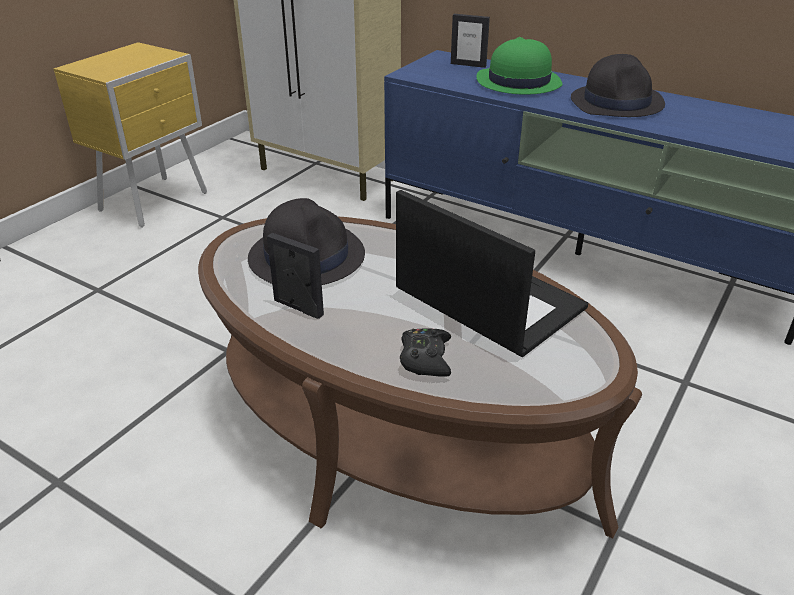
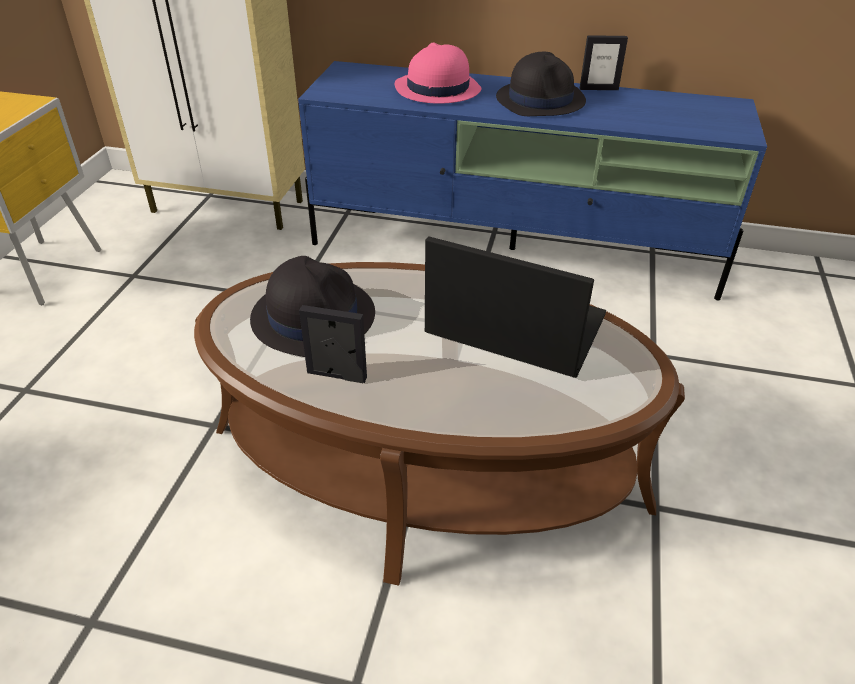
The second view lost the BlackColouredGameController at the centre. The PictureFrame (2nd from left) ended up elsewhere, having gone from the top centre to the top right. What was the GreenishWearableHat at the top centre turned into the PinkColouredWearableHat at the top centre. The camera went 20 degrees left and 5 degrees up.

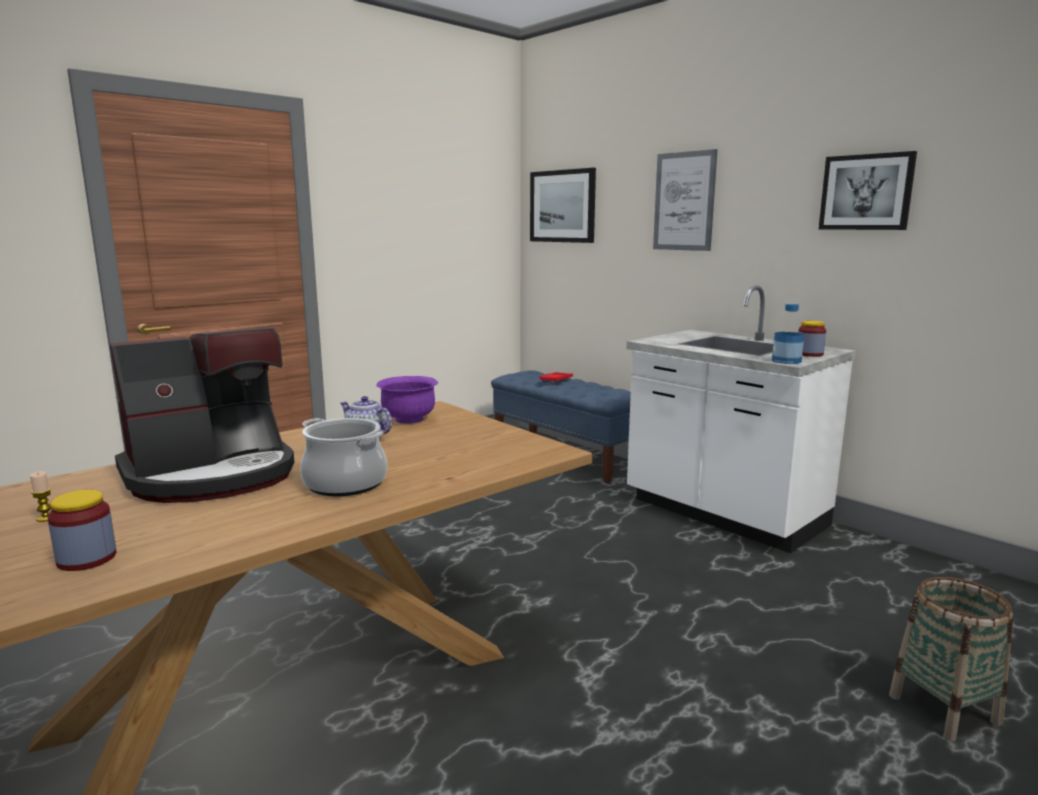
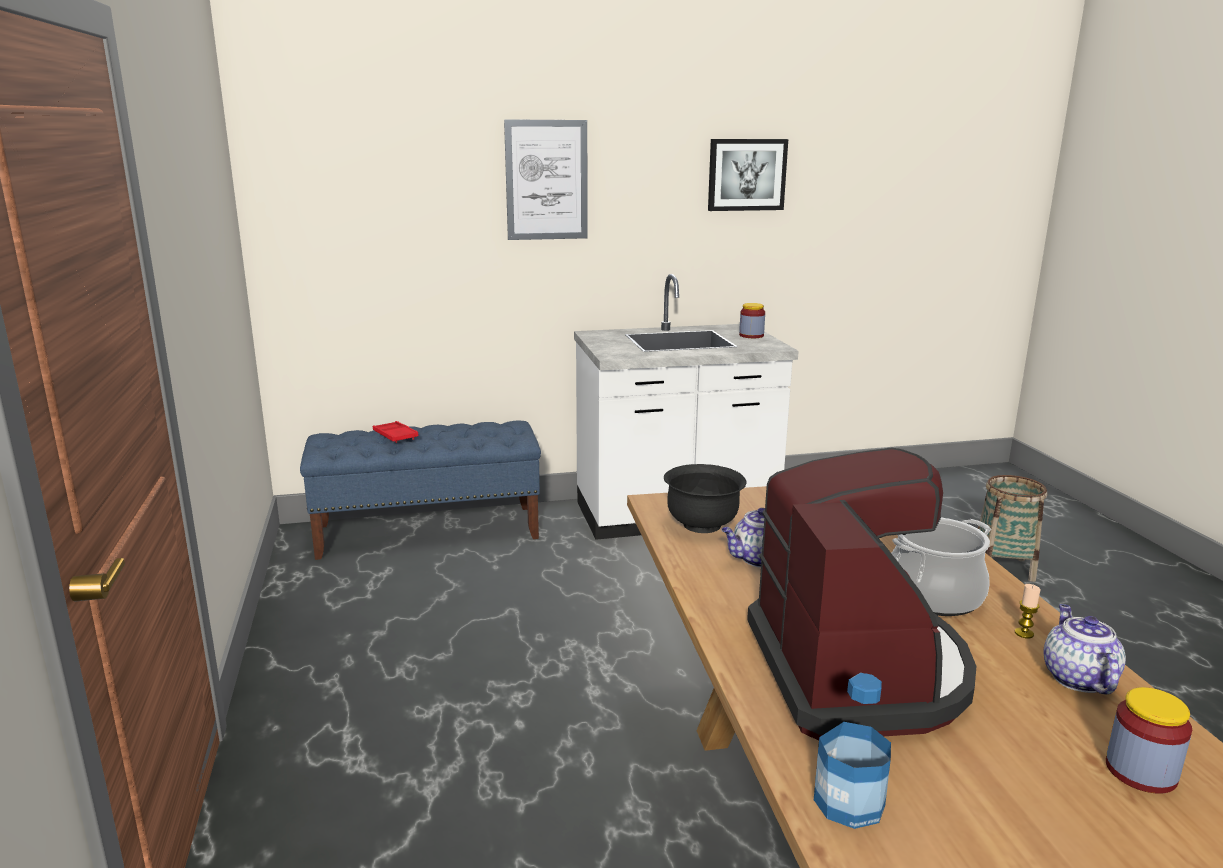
The WaxLight ended up elsewhere, having gone from the middle left to the bottom right. What was the PurplishDeepDish at the centre turned into the BlackColouredDeepDish at the centre. The second view lost the WallArt (1st from left) at the top centre. The Bottle ended up elsewhere, having gone from the middle right to the bottom right. The second view gained the PotForTea (2nd from left) at the bottom right. The camera went 60 degrees left and 5 degrees up.

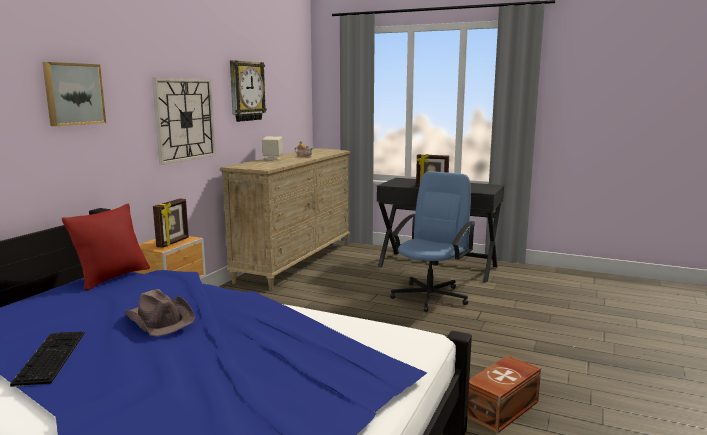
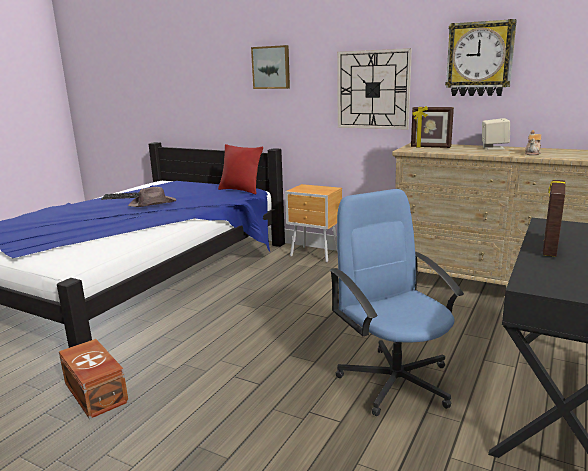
The PictureFrame (1st from left) ended up elsewhere, having gone from the middle left to the top right. The BlueOfficeChair at the centre ended up facing another way, 150 degrees counterclockwise from before. The camera went 95 degrees right and 5 degrees up.

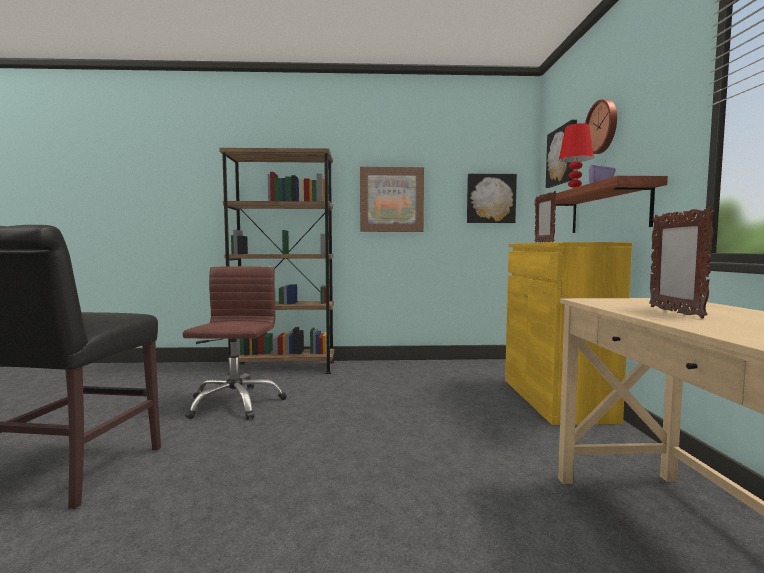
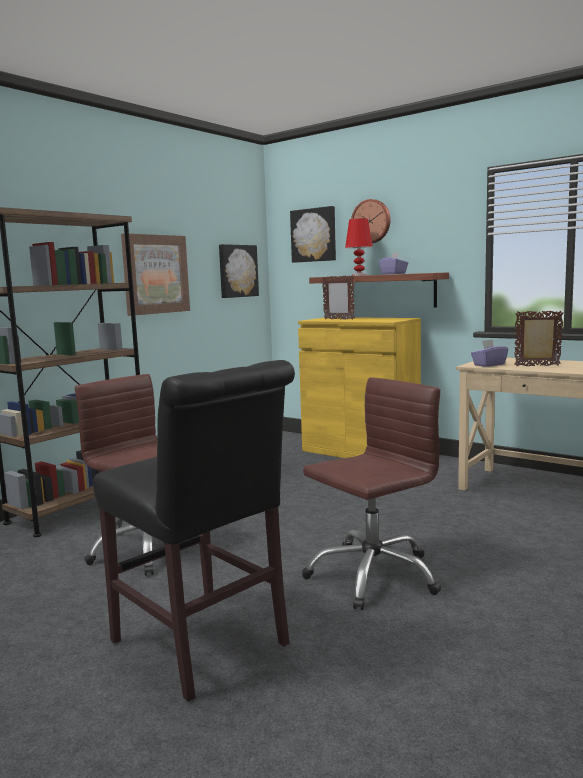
The PictureFrame (2nd from left) at the middle right ended up facing another way, 150 degrees clockwise from before. The second view gained the BrownOfficeChair (2nd from left) at the centre. The second view gained the PurplishTissueHolder (2nd from left) at the middle right. The camera went 50 degrees left and 5 degrees up.

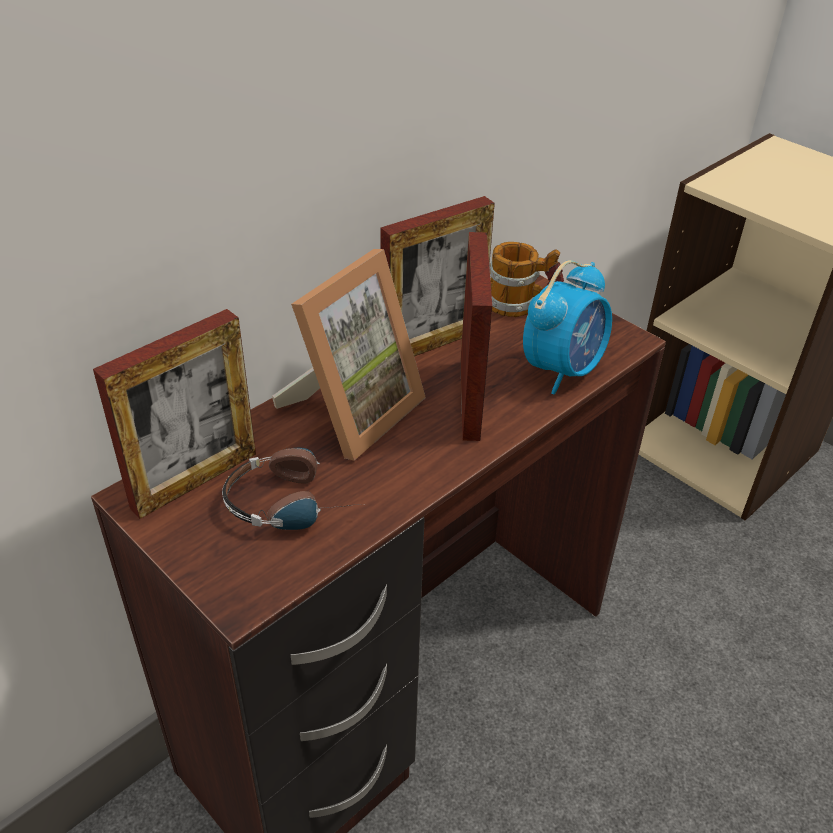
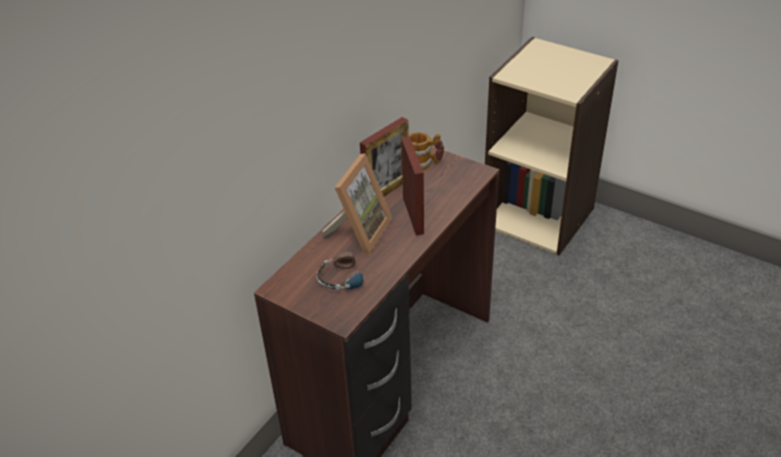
The second view lost the PictureFrame (1st from left) at the middle left. The second view lost the BedsideClock at the middle right. The camera went 10 degrees left and 0 degrees up.

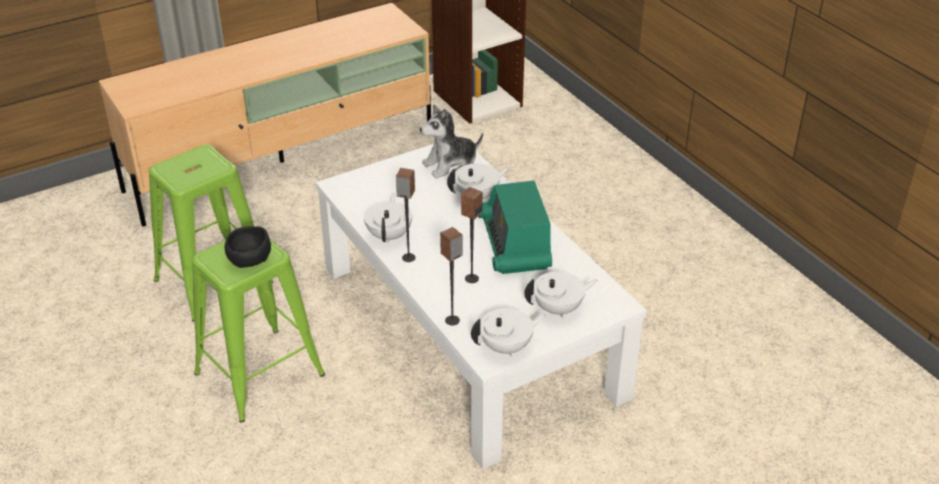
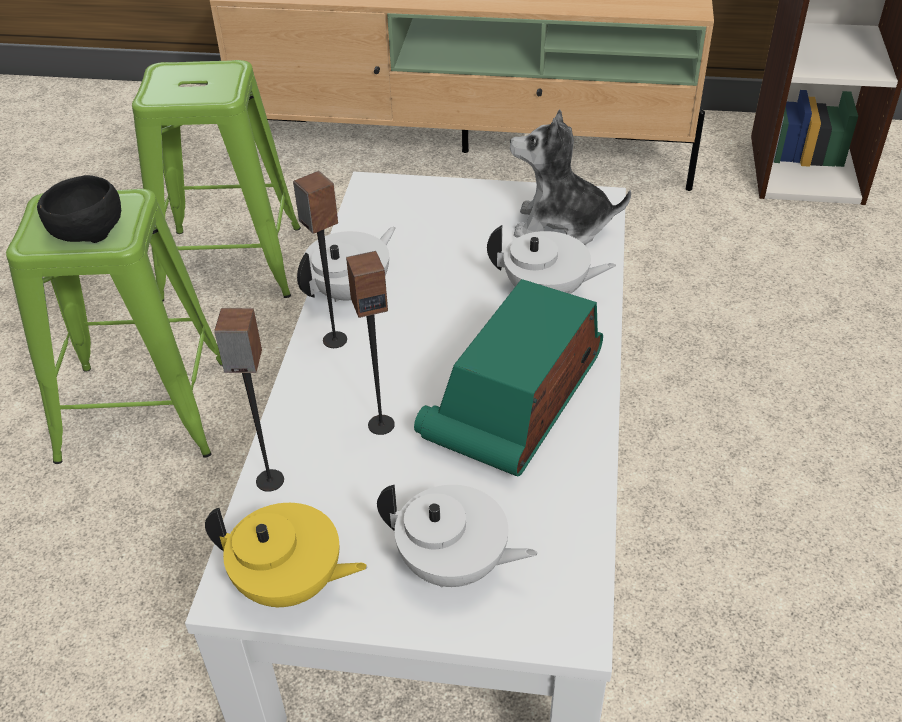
What was the WhiteColouredPotForTea (3rd from left) at the bottom centre turned into the YellowPotForTea at the bottom left. The camera went 40 degrees right and 5 degrees up.

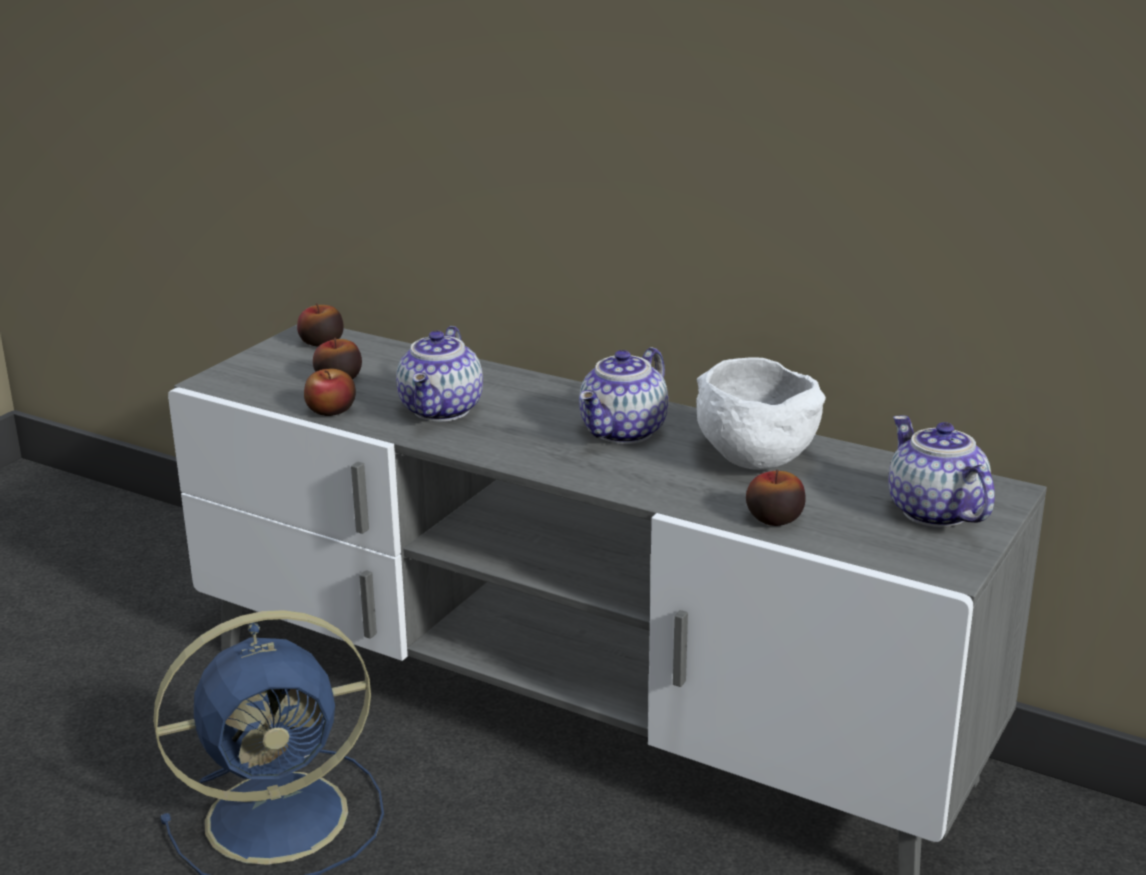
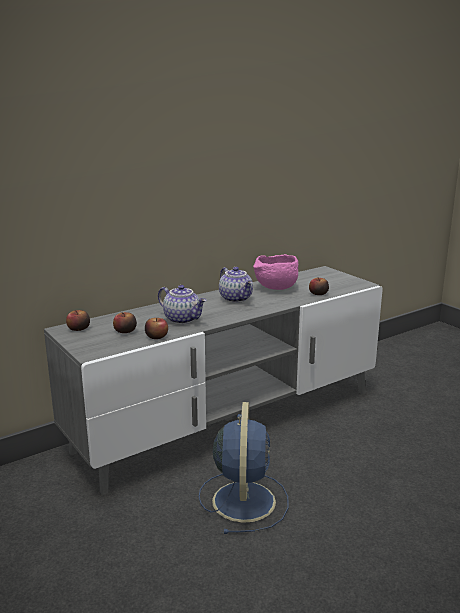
What was the WhiteColouredDeepDish at the centre turned into the PinkColouredDeepDish at the centre. The second view lost the PotForTea (3rd from left) at the middle right. The camera went 65 degrees left and 5 degrees down.

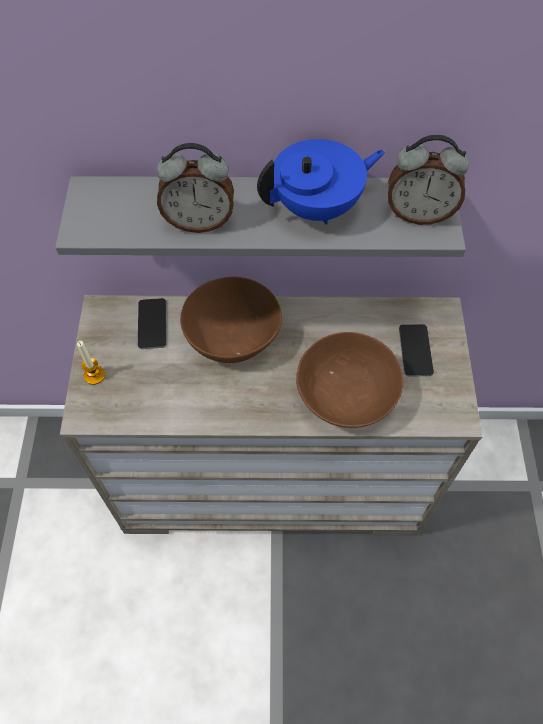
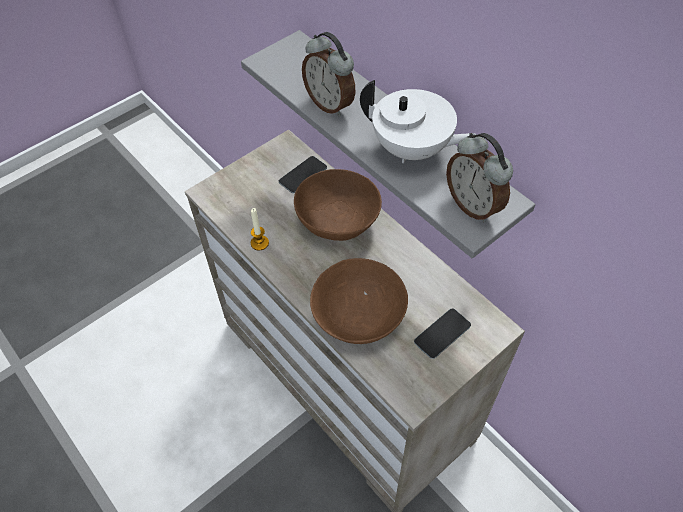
The WaxLight ended up elsewhere, having gone from the middle left to the centre. What was the BluePotForTea at the top centre turned into the WhiteColouredPotForTea at the top centre. The camera went 50 degrees right and 5 degrees down.

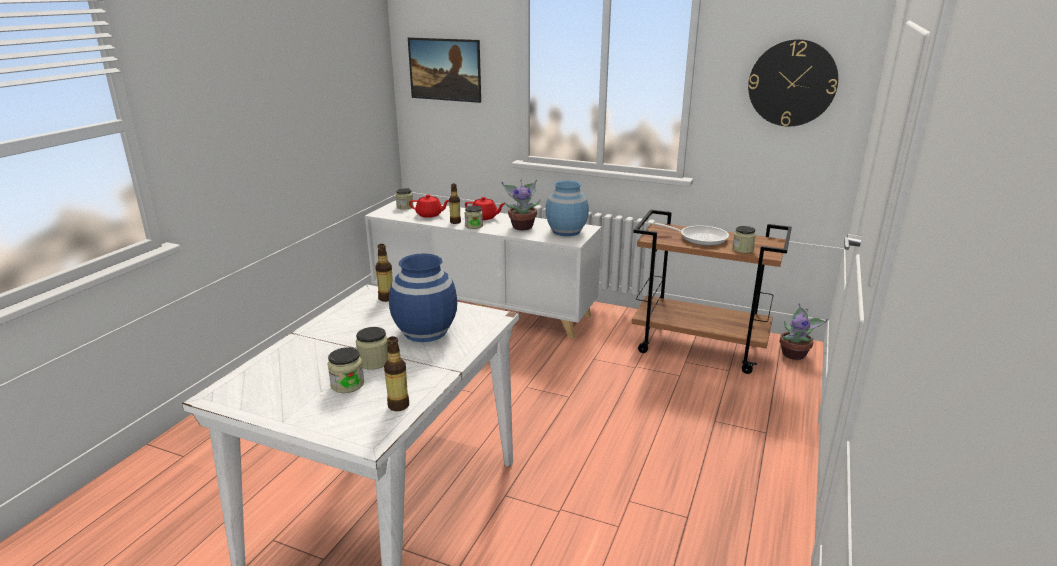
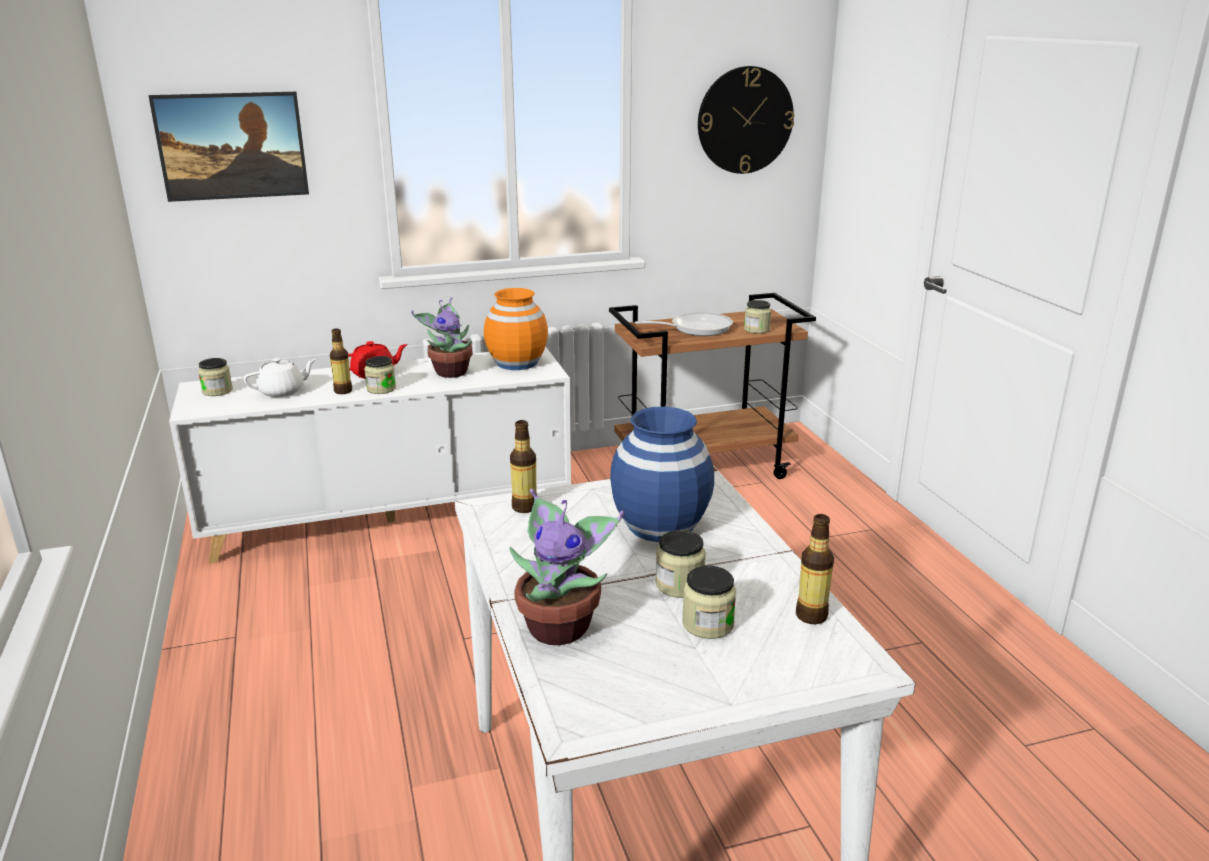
What was the RedPotForTea (1st from left) at the centre turned into the WhiteColouredPotForTea at the middle left. What was the BlueVase (2nd from left) at the centre turned into the OrangeColouredVase at the centre. The Houseplant (2nd from left) ended up elsewhere, having gone from the middle right to the centre. The camera went 40 degrees left and 0 degrees up.

